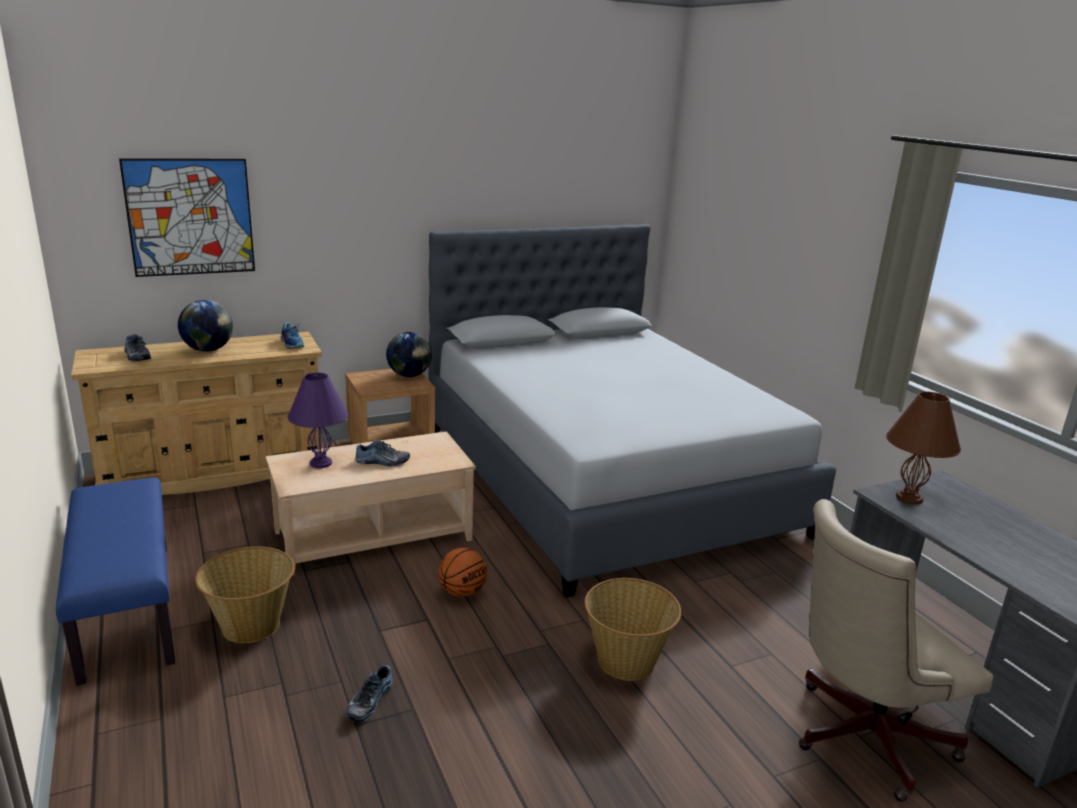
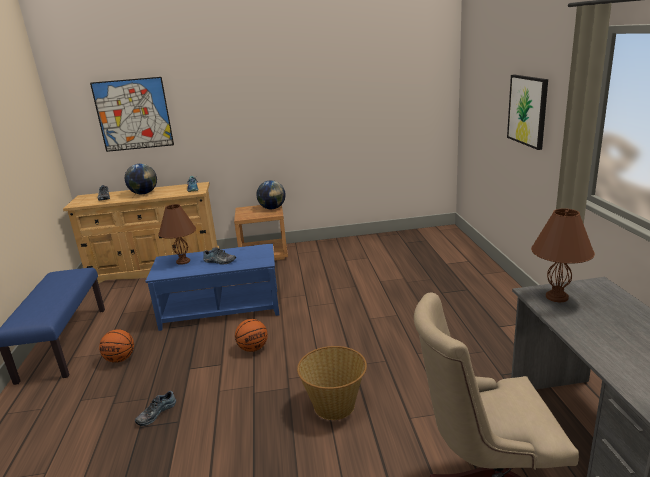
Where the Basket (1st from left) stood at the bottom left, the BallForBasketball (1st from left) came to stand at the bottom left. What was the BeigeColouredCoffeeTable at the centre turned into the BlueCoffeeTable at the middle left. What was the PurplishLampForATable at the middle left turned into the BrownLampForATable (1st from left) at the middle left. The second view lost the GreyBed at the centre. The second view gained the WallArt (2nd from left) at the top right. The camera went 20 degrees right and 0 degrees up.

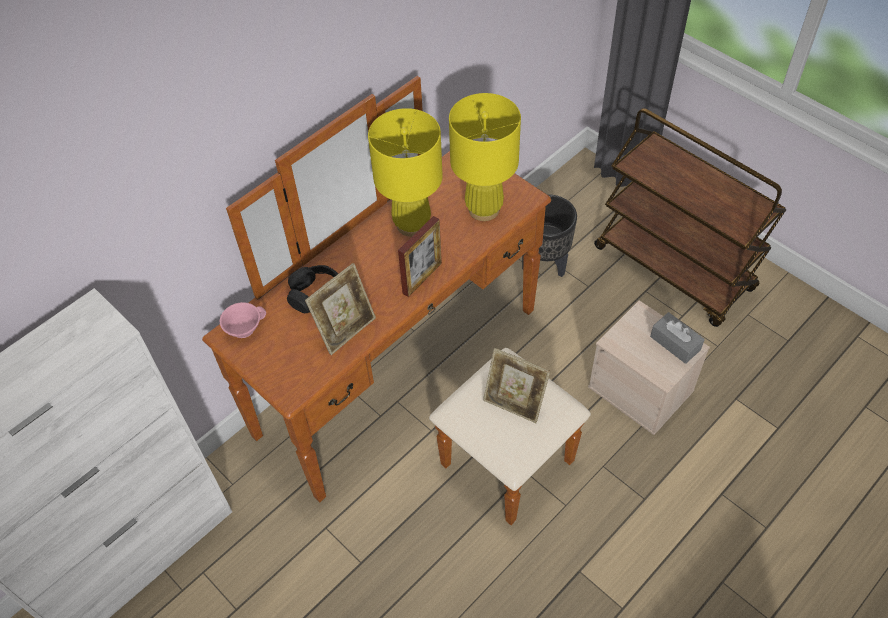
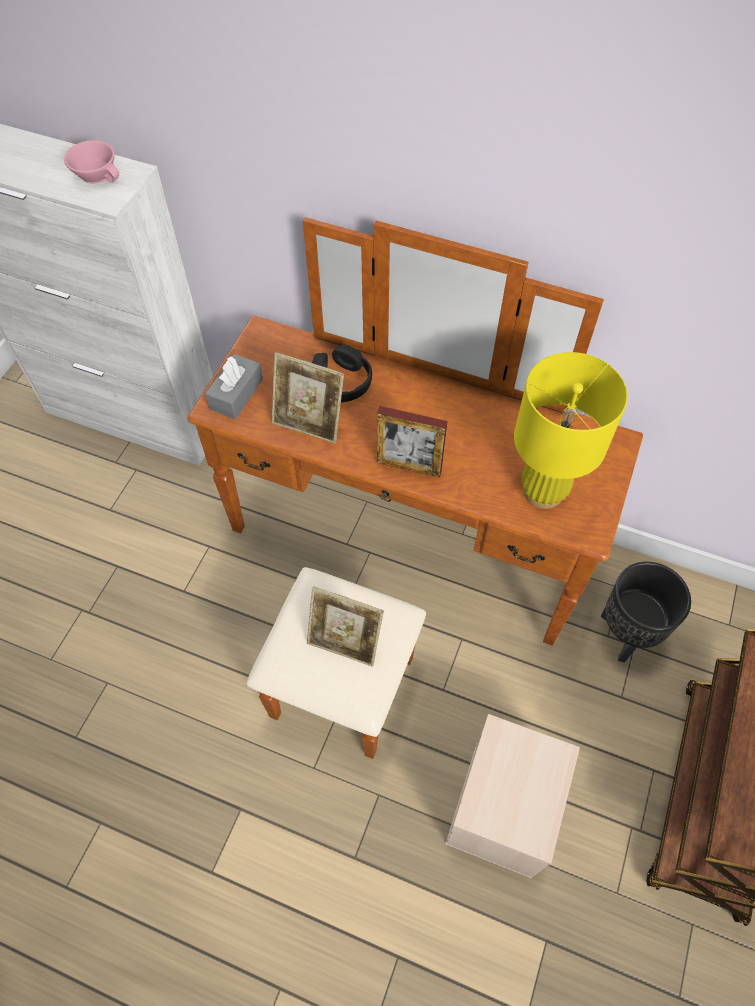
The PinkColouredSmallCup ended up elsewhere, having gone from the middle left to the top left. The second view lost the YellowLampForATable (1st from left) at the top centre. The PictureFrame (3rd from left in the first image) at the centre ended up facing another way, 75 degrees counterclockwise from before. The GreyTissueHolder ended up elsewhere, having gone from the middle right to the middle left. The camera went 65 degrees right and 5 degrees up.

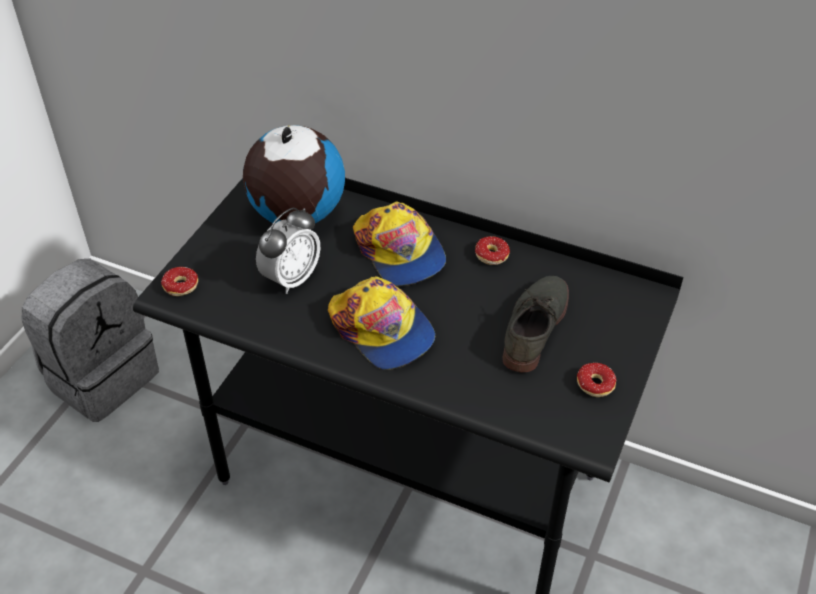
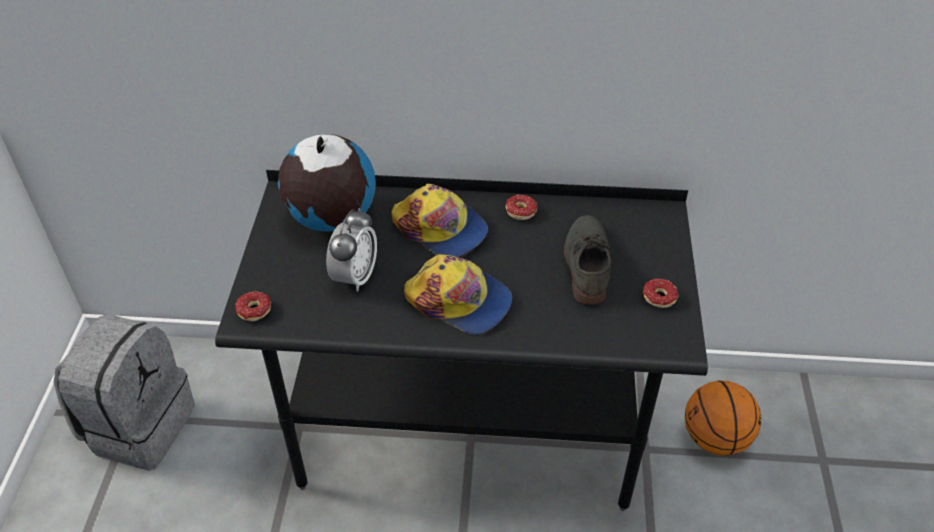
The second view gained the BallForBasketball at the bottom right. The camera went 20 degrees left and 0 degrees up.

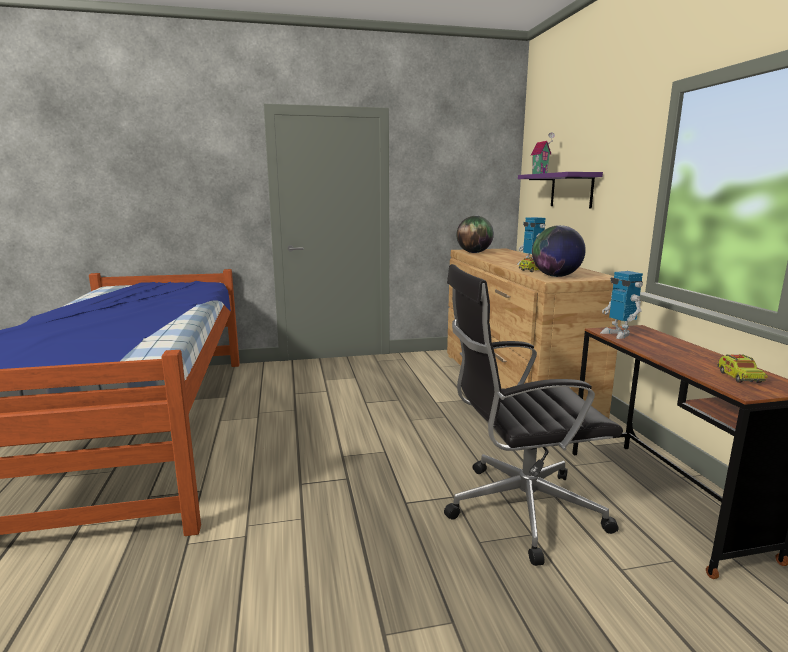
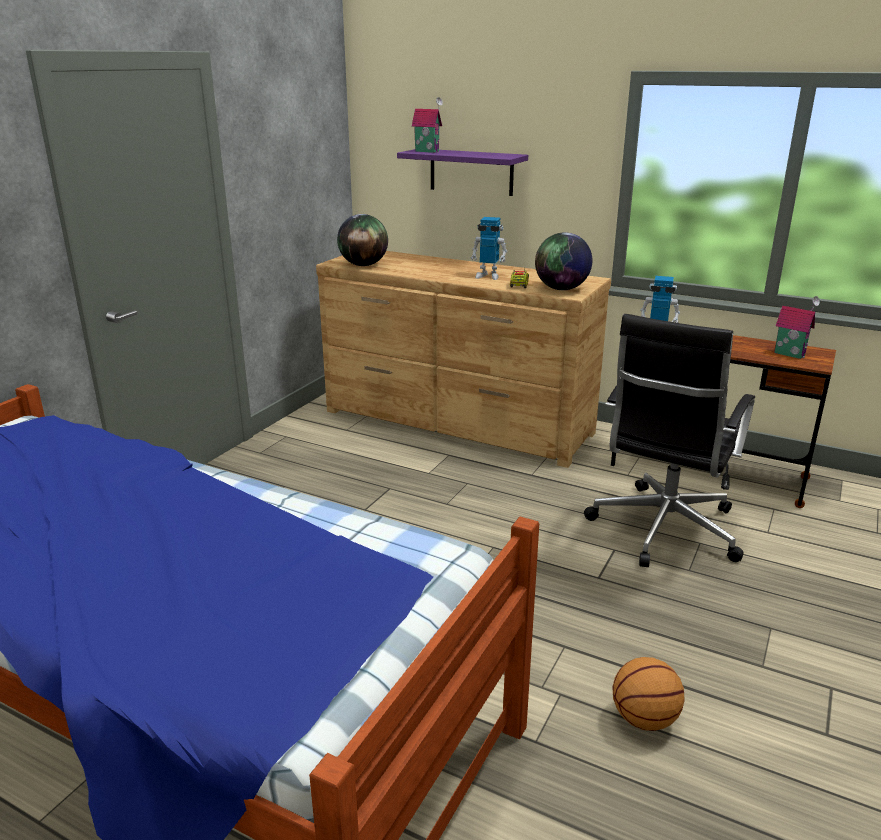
Where the ToyLorry (2nd from left) stood at the middle right, the MiniatureHouse (2nd from left) came to stand at the middle right. The second view gained the BallForBasketball at the bottom right. The camera went 50 degrees left and 10 degrees up.

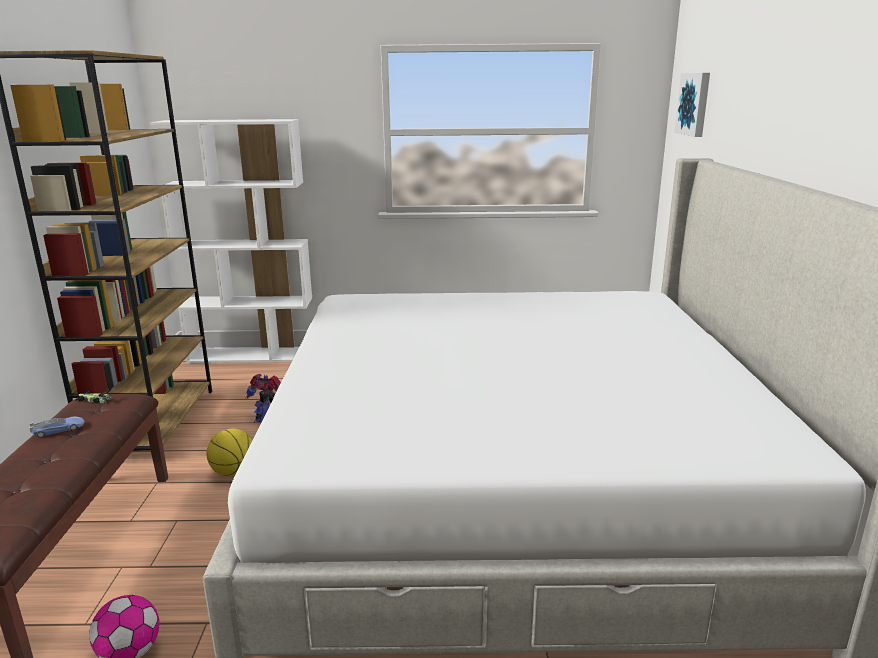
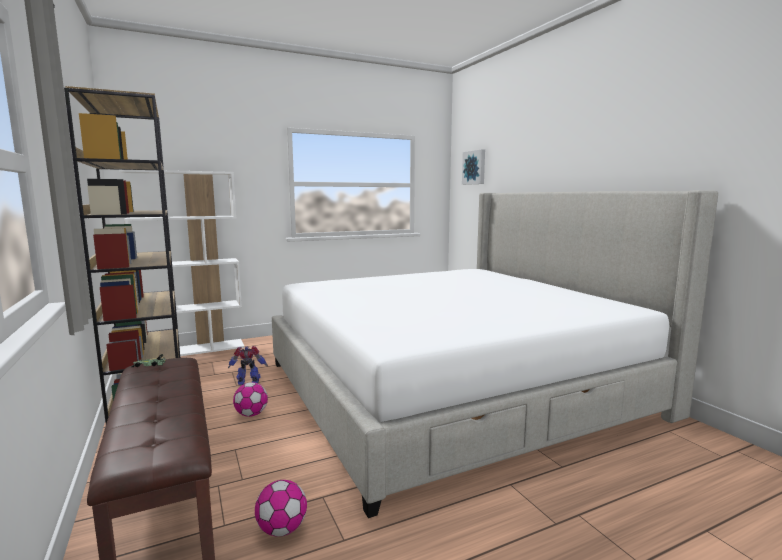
The second view lost the MiniatureCar (1st from left) at the middle left. Where the BallForBasketball stood at the bottom left, the BallForFootball (1st from left) came to stand at the bottom left. The camera went 25 degrees left and 10 degrees down.

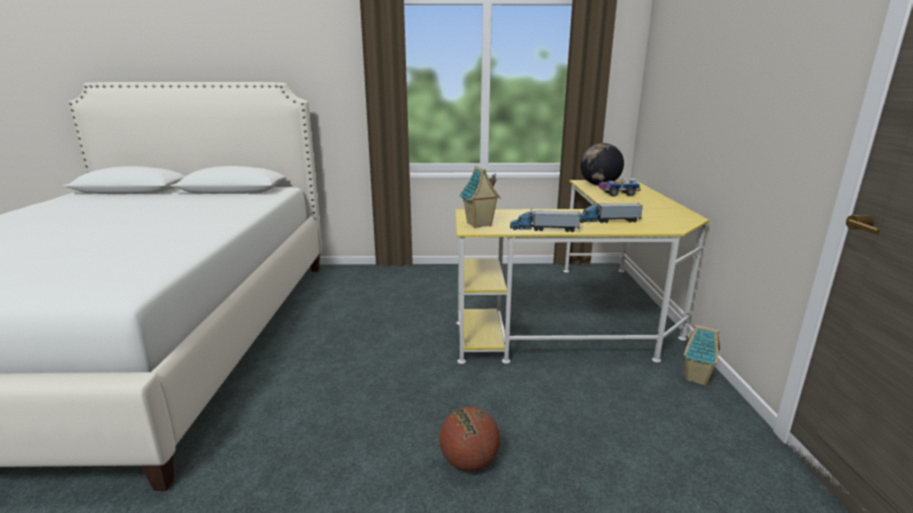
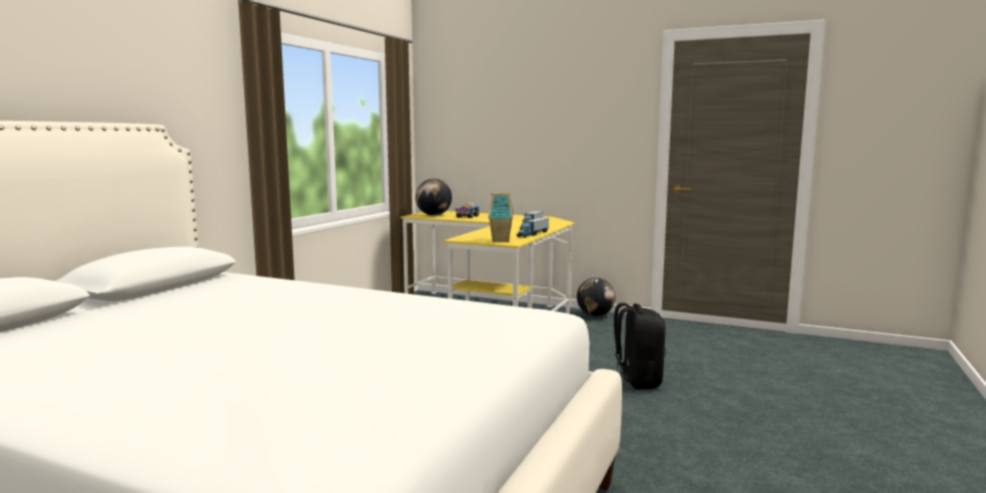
Where the BallForBasketball stood at the bottom centre, the BlackColouredKnapsack came to stand at the bottom centre. Where the MiniatureHouse (2nd from left) stood at the bottom right, the Globe (2nd from left) came to stand at the centre. The camera went 65 degrees left and 10 degrees down.

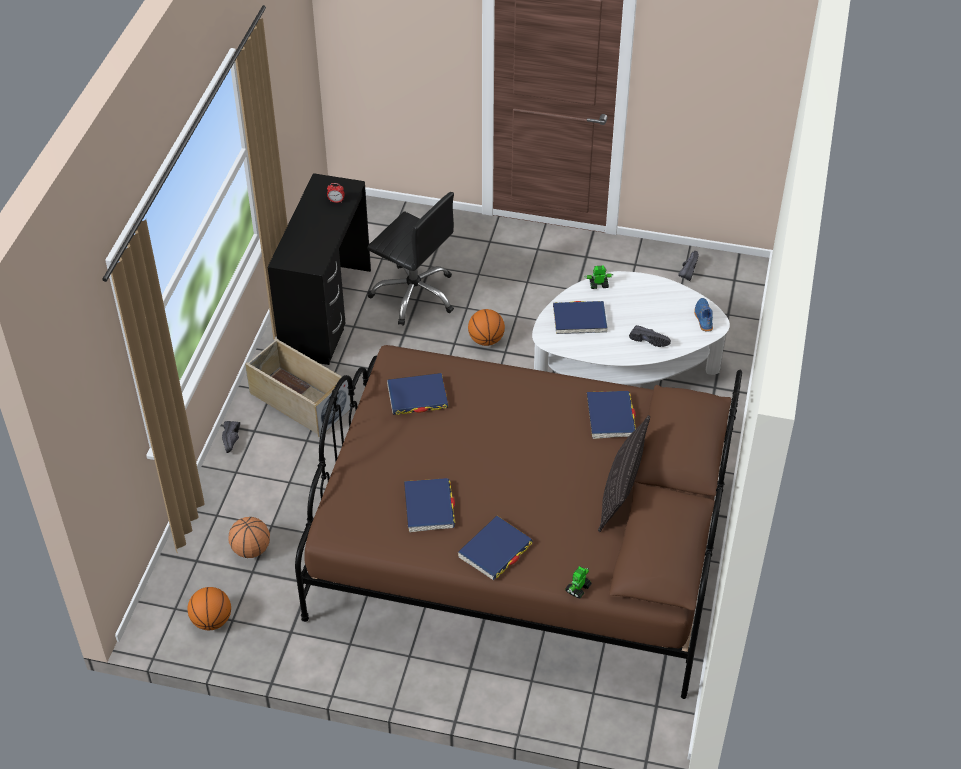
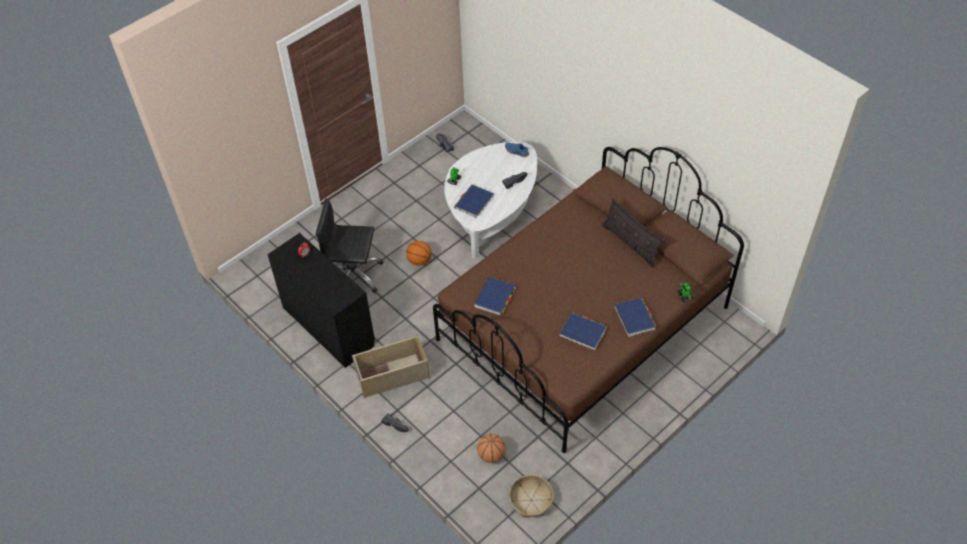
Where the BallForBasketball (1st from left) stood at the bottom left, the Basket came to stand at the bottom centre. The BlackColouredOfficeChair at the centre ended up facing another way, 150 degrees counterclockwise from before. The second view lost the BlueBoundBook (5th from left) at the centre. The camera went 55 degrees left and 5 degrees up.

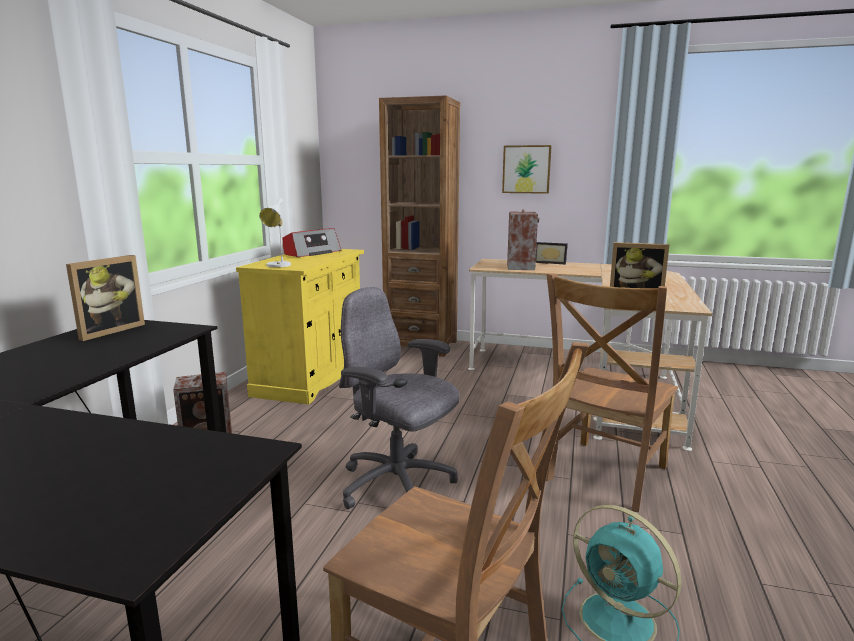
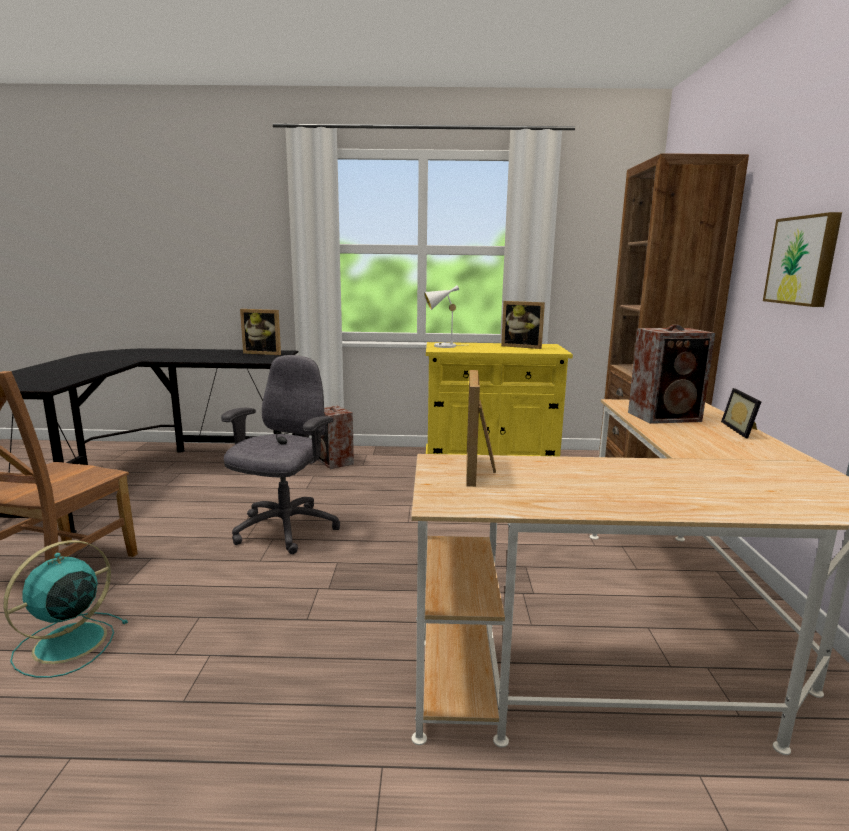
Where the RadioSet stood at the centre, the PictureFrame (3rd from left) came to stand at the centre. The second view lost the BrownPlainChair (2nd from left) at the middle right. The camera went 75 degrees right and 0 degrees up.

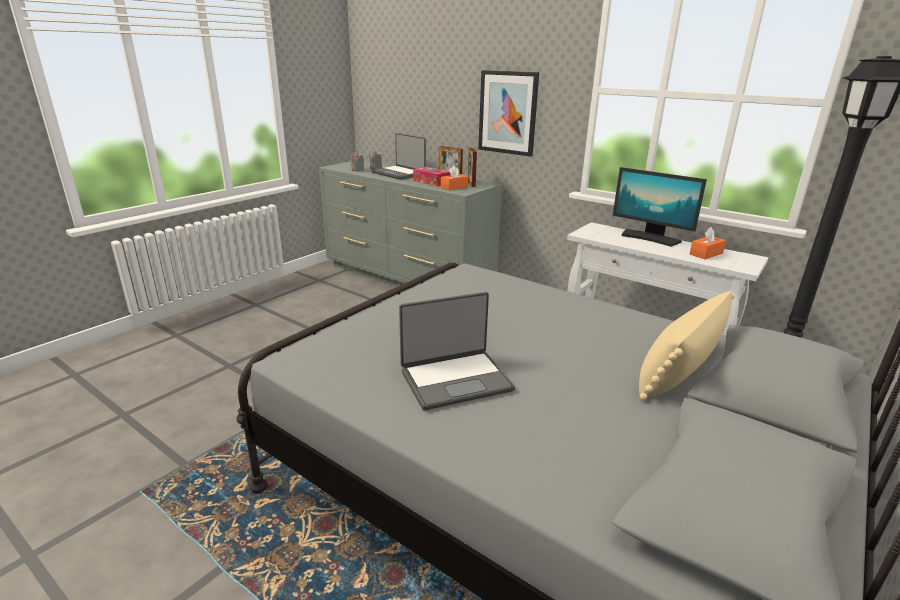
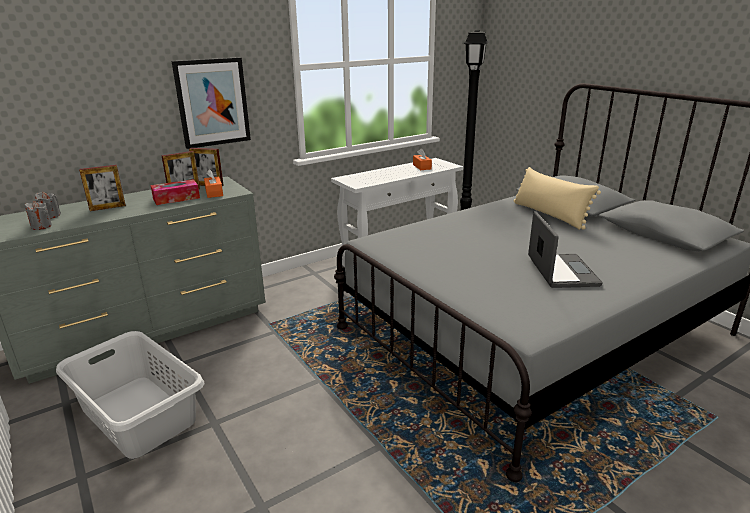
Where the NotebookComputer (1st from left) stood at the top centre, the PictureFrame (1st from left) came to stand at the middle left. The second view lost the ComputerDisplay at the middle right. The second view gained the GreyLaundryBasket at the bottom left. The camera went 70 degrees left and 0 degrees up.

